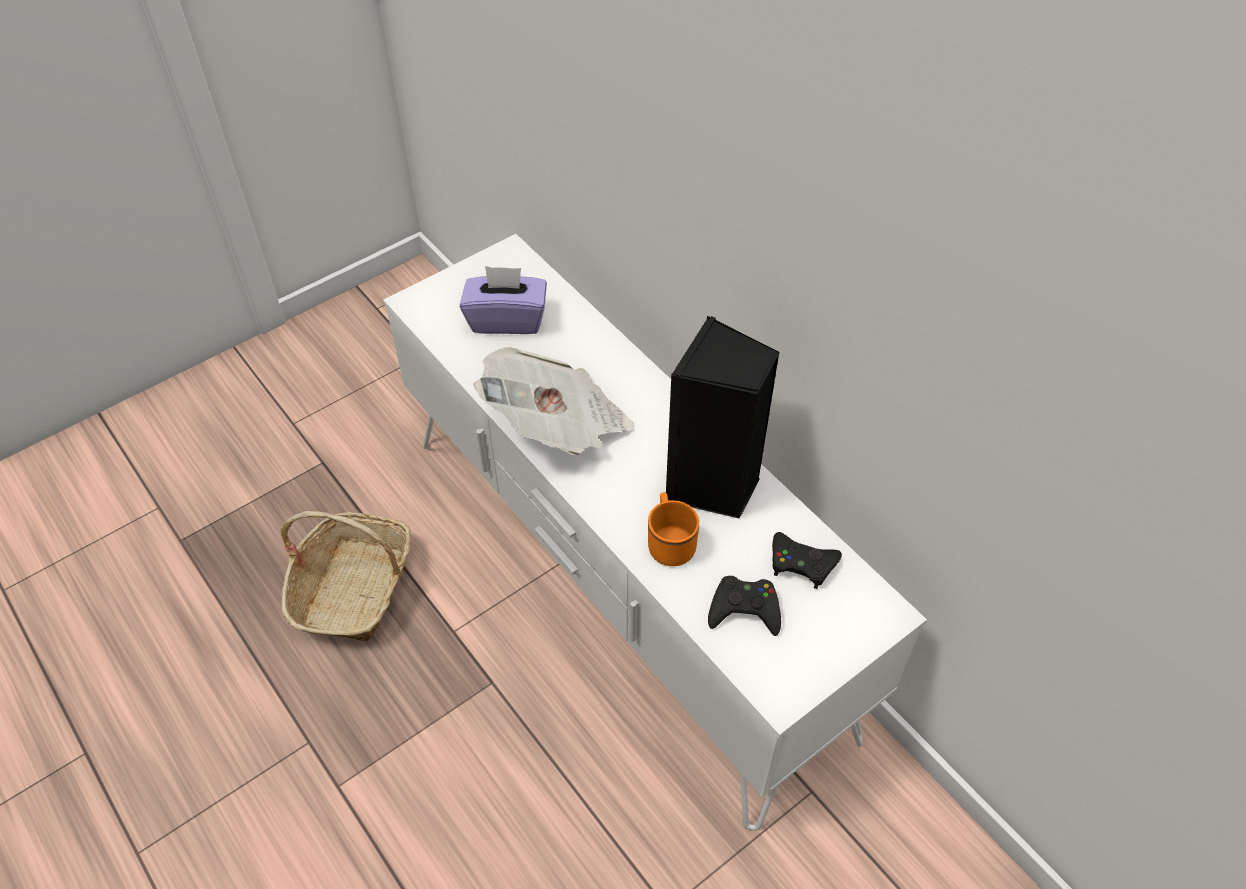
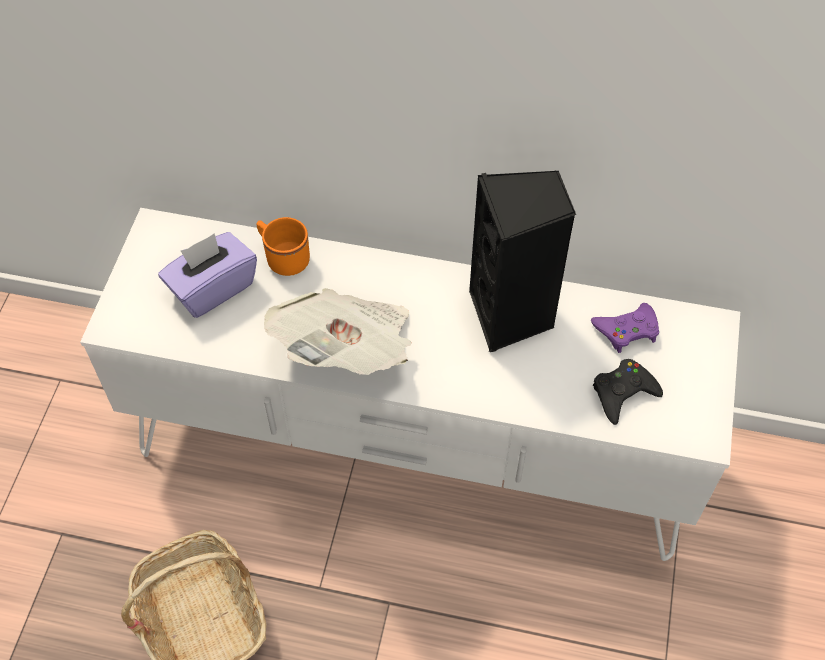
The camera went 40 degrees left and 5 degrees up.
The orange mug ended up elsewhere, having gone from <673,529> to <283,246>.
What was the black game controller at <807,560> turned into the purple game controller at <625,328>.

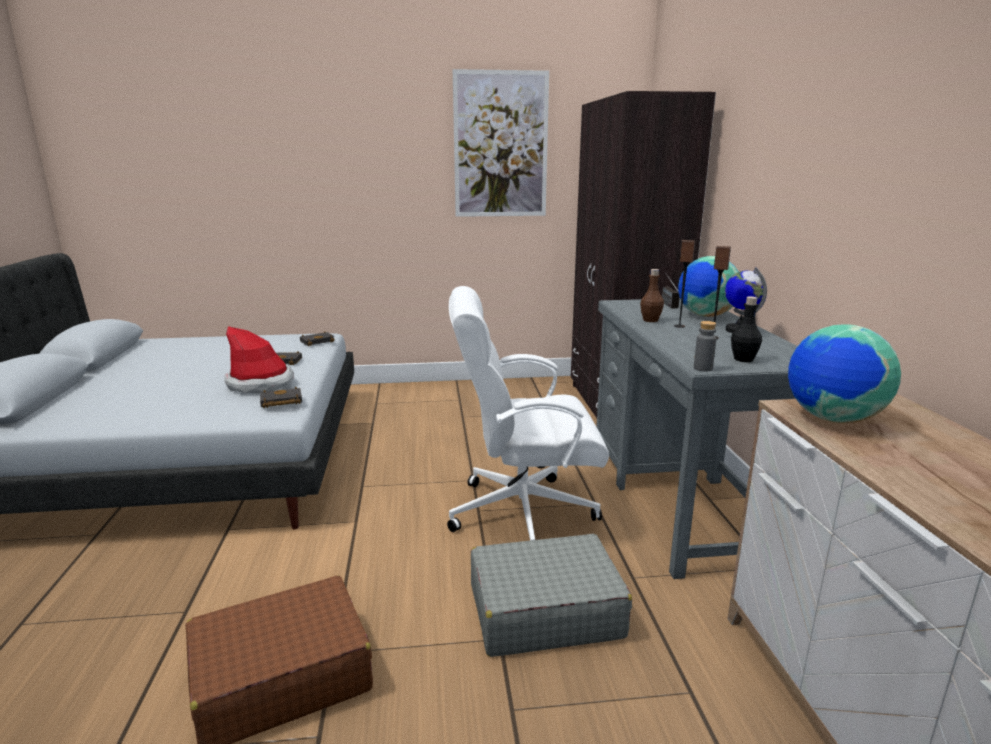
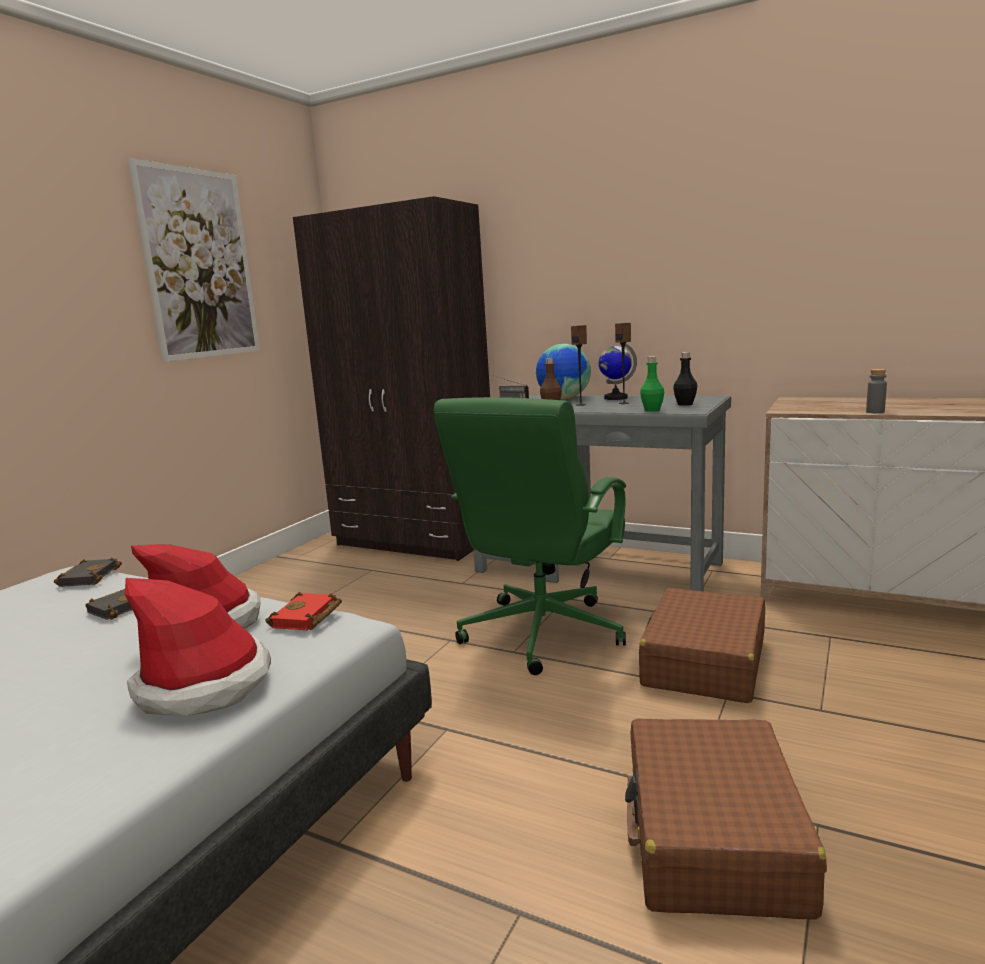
The camera went 55 degrees left and 5 degrees down.
The second view gained the hat at <198,647>.
What was the black book at <281,397> turned into the red book at <303,611>.
What was the white office chair at <528,413> turned into the green office chair at <530,536>.
What was the grey suitcase at <551,595> turned into the brown suitcase at <702,645>.
The second view gained the green bottle at <652,384>.
The grey bottle ended up elsewhere, having gone from <705,346> to <876,391>.
The second view lost the globe at <844,373>.

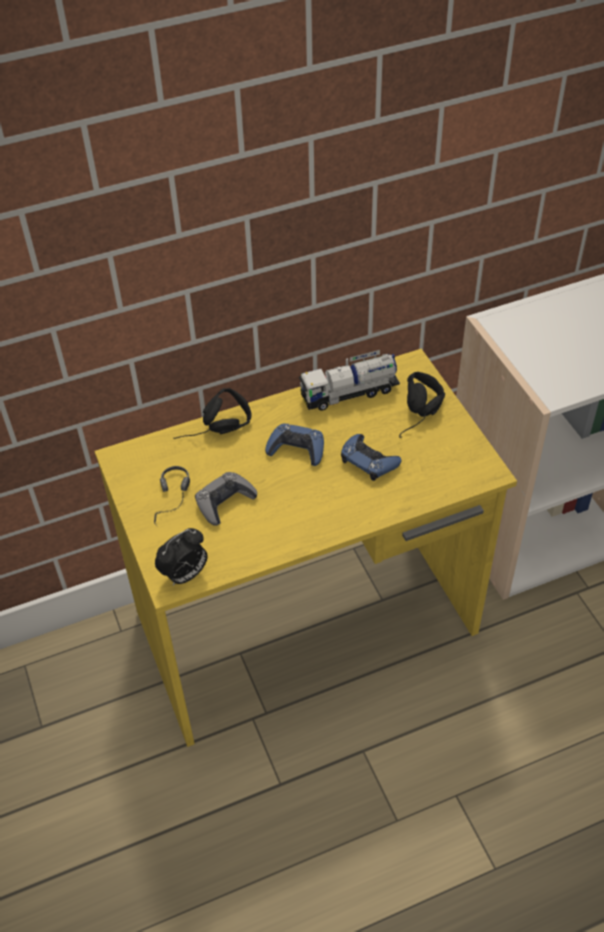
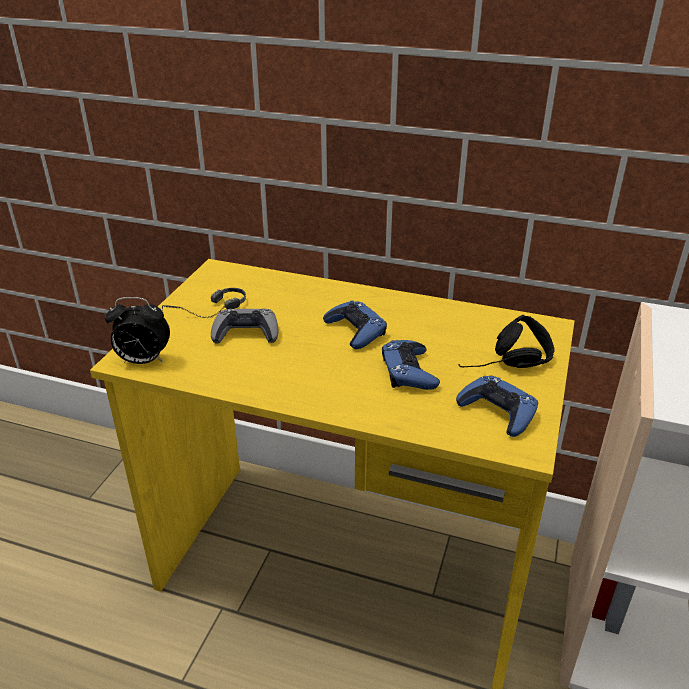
The camera went 40 degrees right and 15 degrees down.
The second view gained the blue game controller at <497,406>.
The second view lost the black headphones at <212,413>.
The second view lost the toy truck at <349,380>.

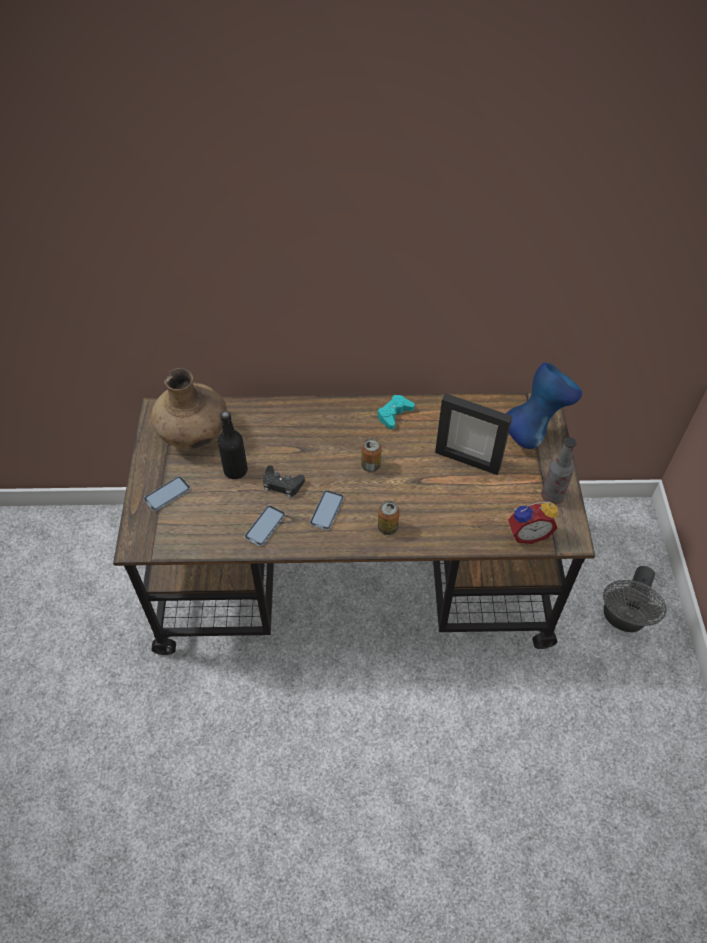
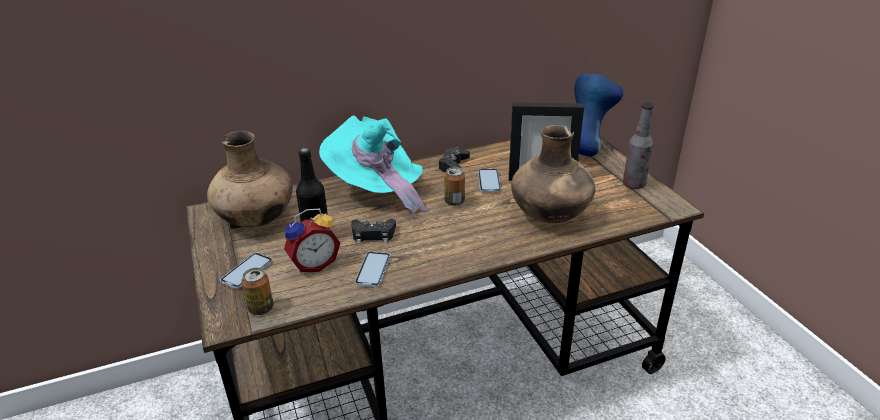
The camera went 20 degrees left and 20 degrees down.
The can ended up elsewhere, having gone from <389,518> to <257,291>.
The alarm clock ended up elsewhere, having gone from <533,523> to <312,240>.
The second view gained the turquoise hat at <373,167>.
What was the turquoise game controller at <396,412> turned into the black game controller at <454,159>.
The phone ended up elsewhere, having gone from <326,510> to <489,180>.
The second view gained the brown vase at <553,174>.
The second view lost the grey fan at <635,599>.

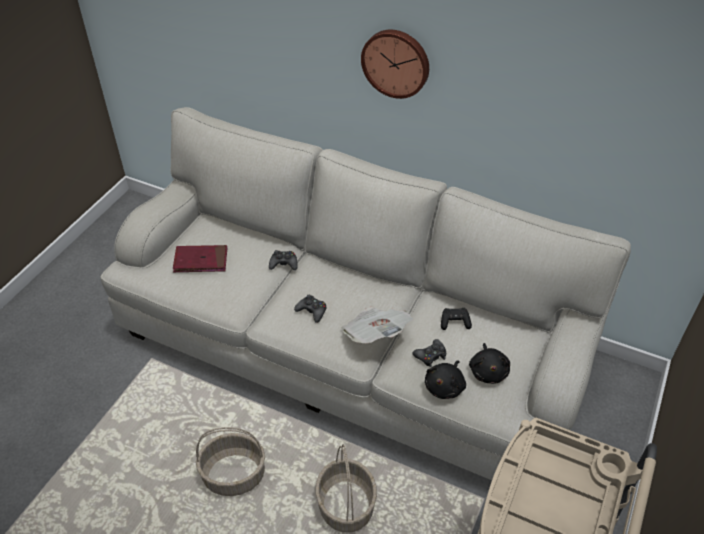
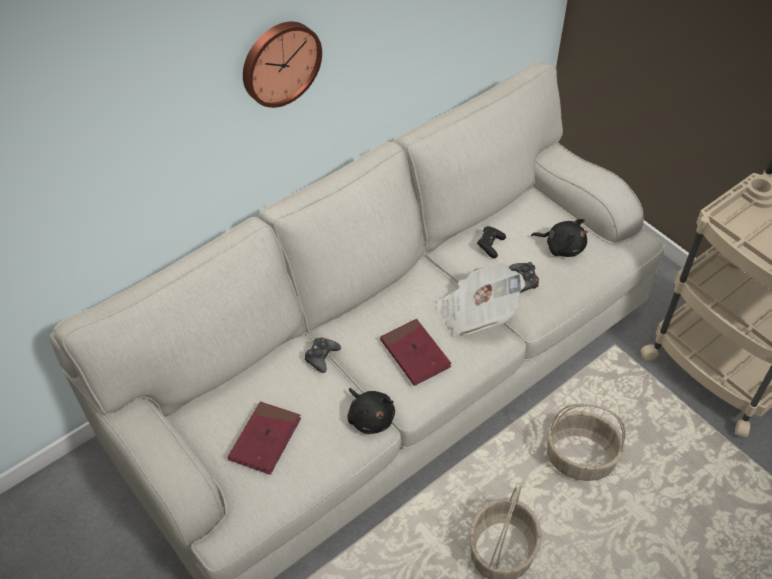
The camera went 65 degrees left and 5 degrees up.
The black plush toy ended up elsewhere, having gone from <445,379> to <371,411>.
Where the black game controller stood at <310,309>, the red book came to stand at <415,352>.

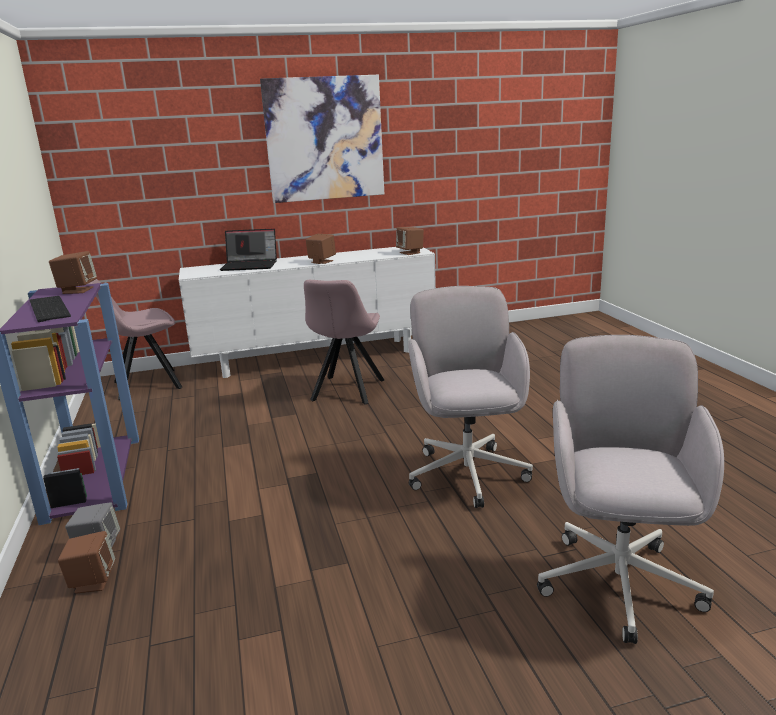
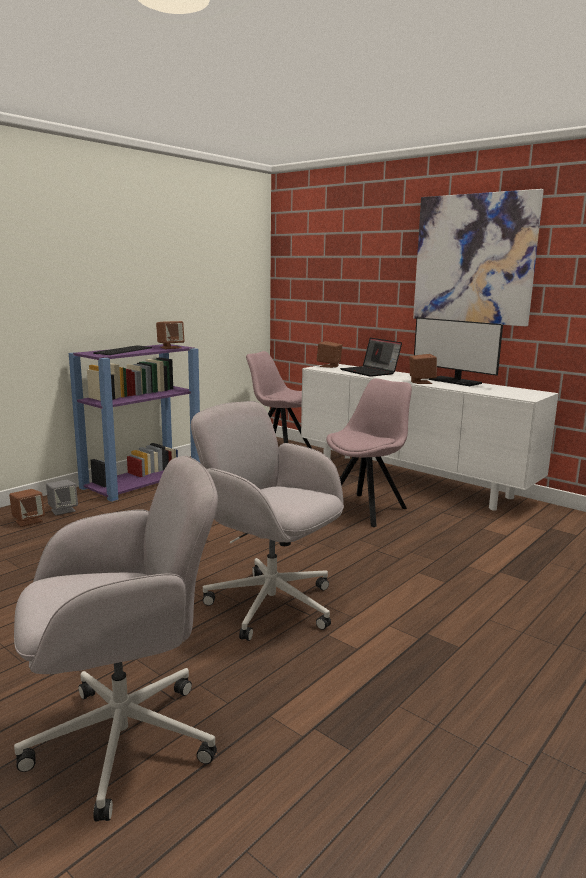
The camera went 55 degrees right and 5 degrees down.
The grey office chair at <470,397> ended up facing another way, 105 degrees counterclockwise from before.
The brown speaker ended up elsewhere, having gone from <410,241> to <329,354>.
The pink chair at <344,342> ended up facing another way, 150 degrees clockwise from before.
The second view gained the monitor at <458,351>.

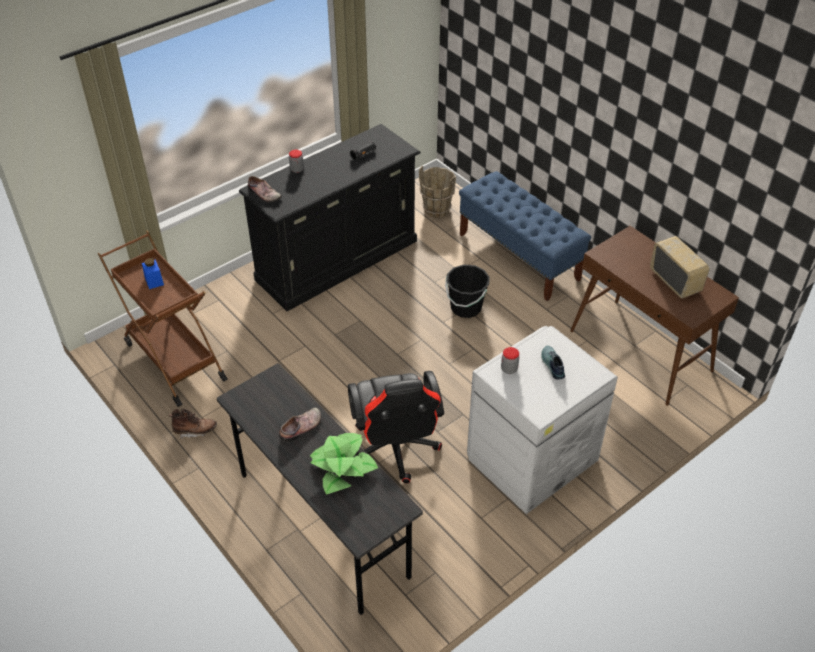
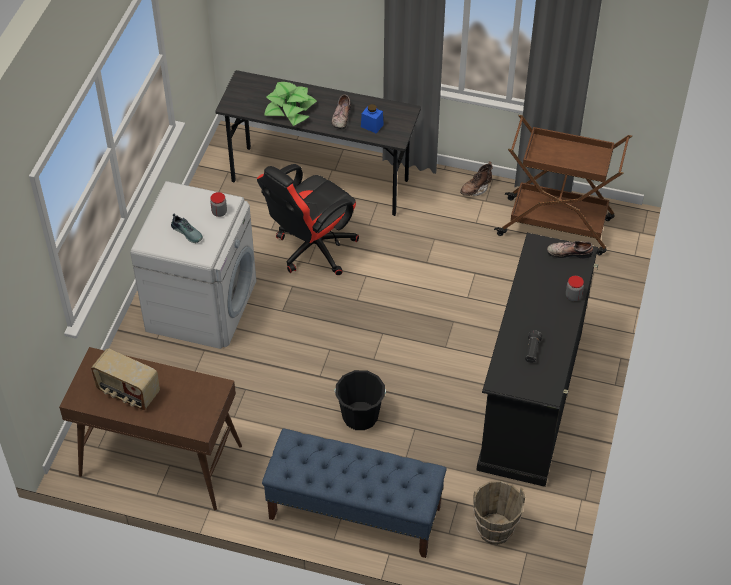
The camera went 145 degrees right and 5 degrees up.
The black office chair at <396,427> ended up facing another way, 90 degrees counterclockwise from before.
The blue jar ended up elsewhere, having gone from <153,273> to <372,118>.

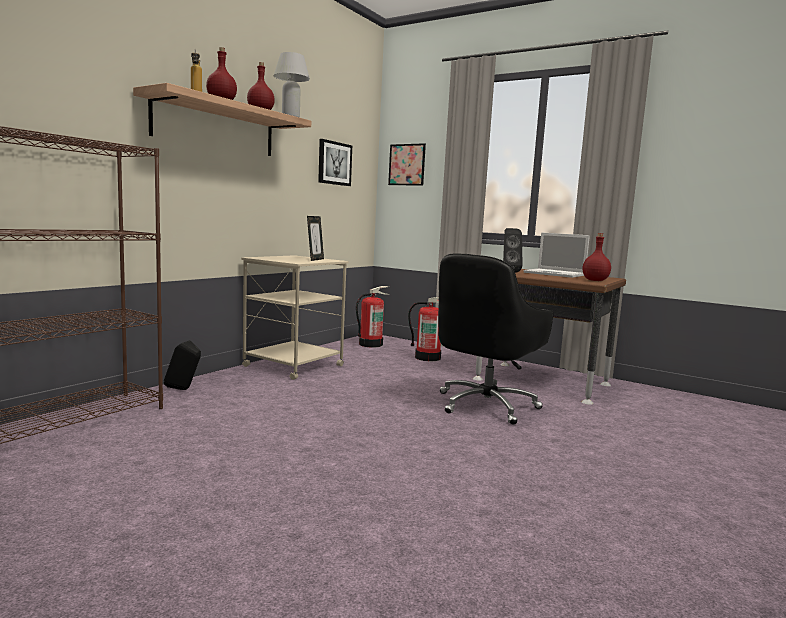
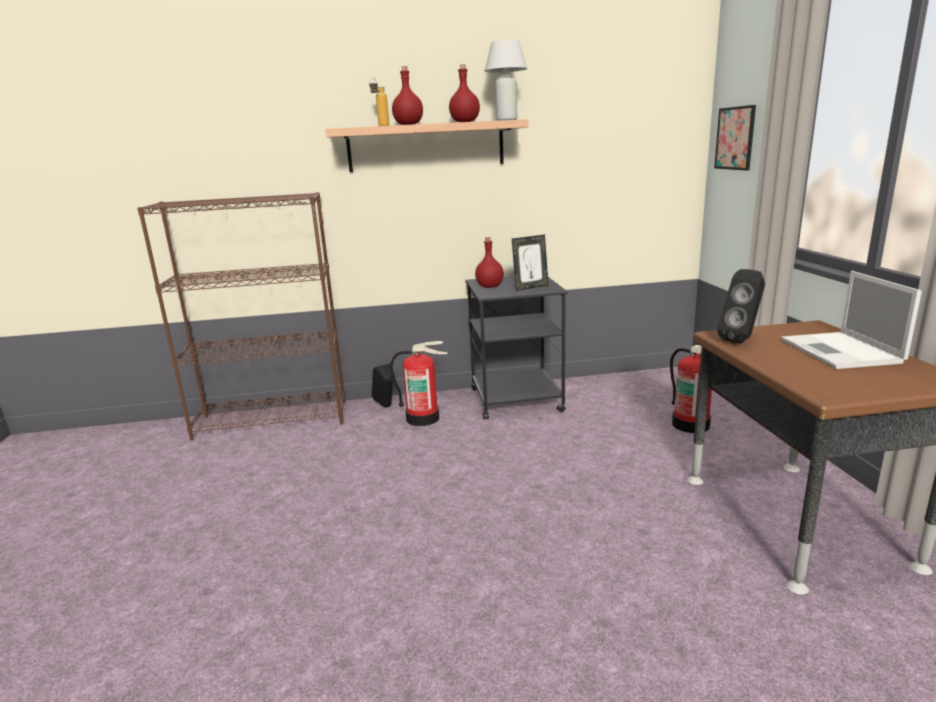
The camera went 50 degrees right and 10 degrees up.
The fire extinguisher ended up elsewhere, having gone from <372,317> to <419,383>.
What was the beige cart at <295,317> turned into the black cart at <517,347>.
The red bottle ended up elsewhere, having gone from <596,257> to <489,262>.
The second view lost the picture at <335,162>.
The second view lost the black office chair at <495,339>.

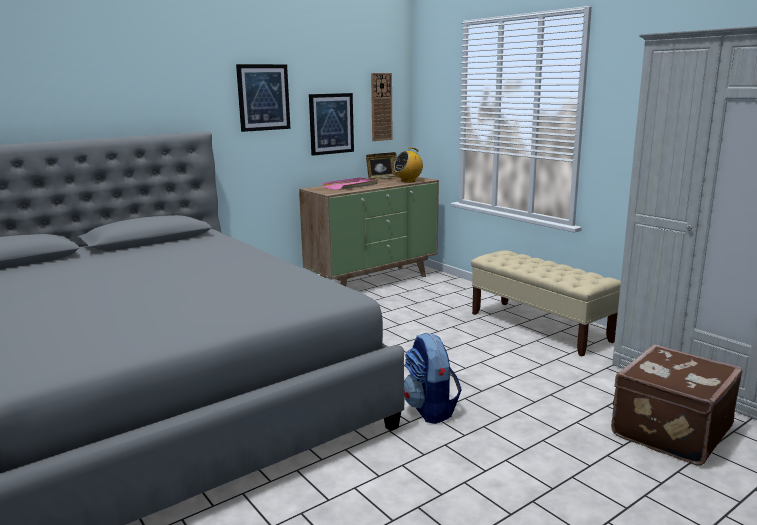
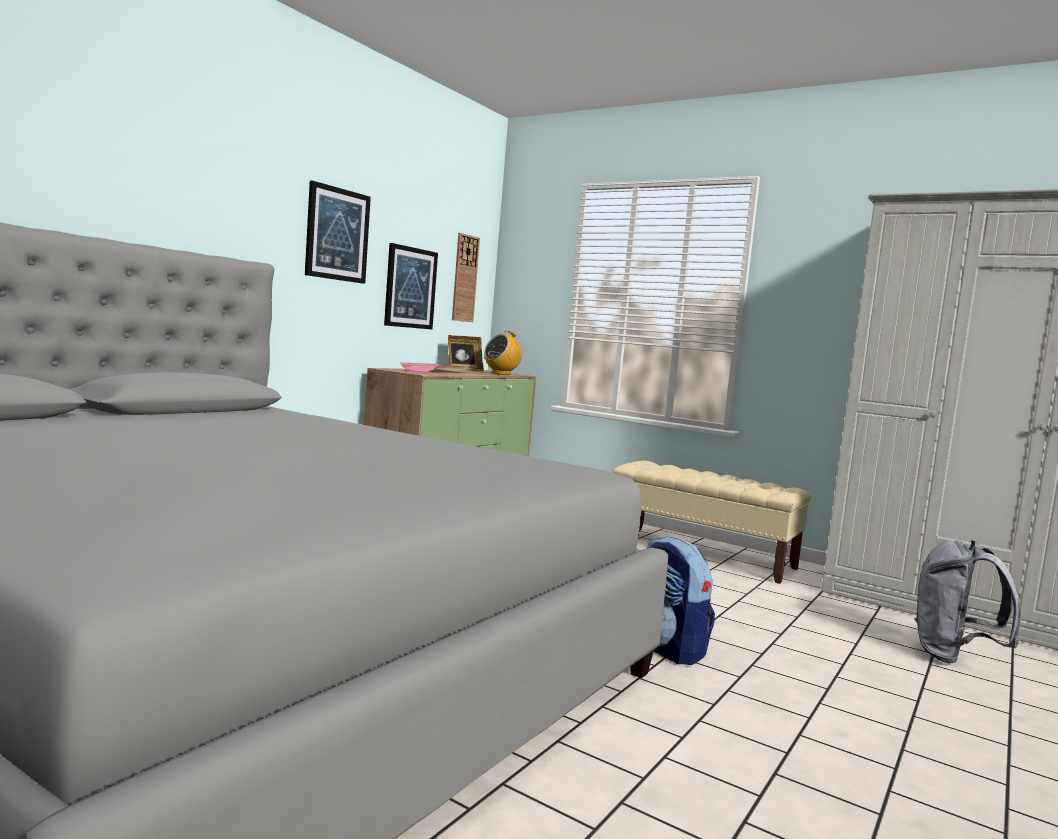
The camera went 20 degrees left and 10 degrees down.
Where the brown suitcase stood at <677,405>, the grey backpack came to stand at <968,602>.

